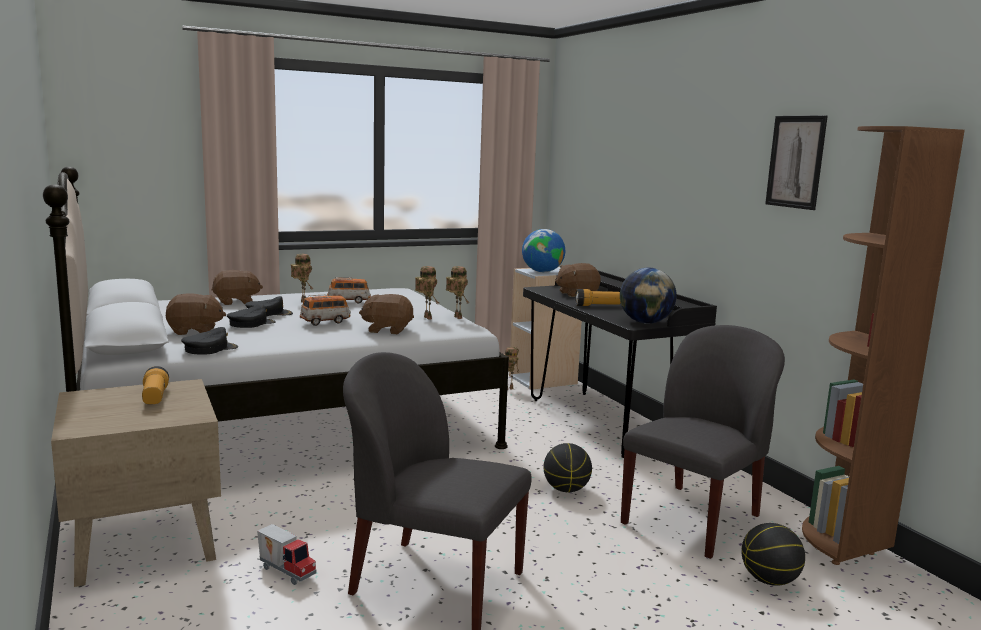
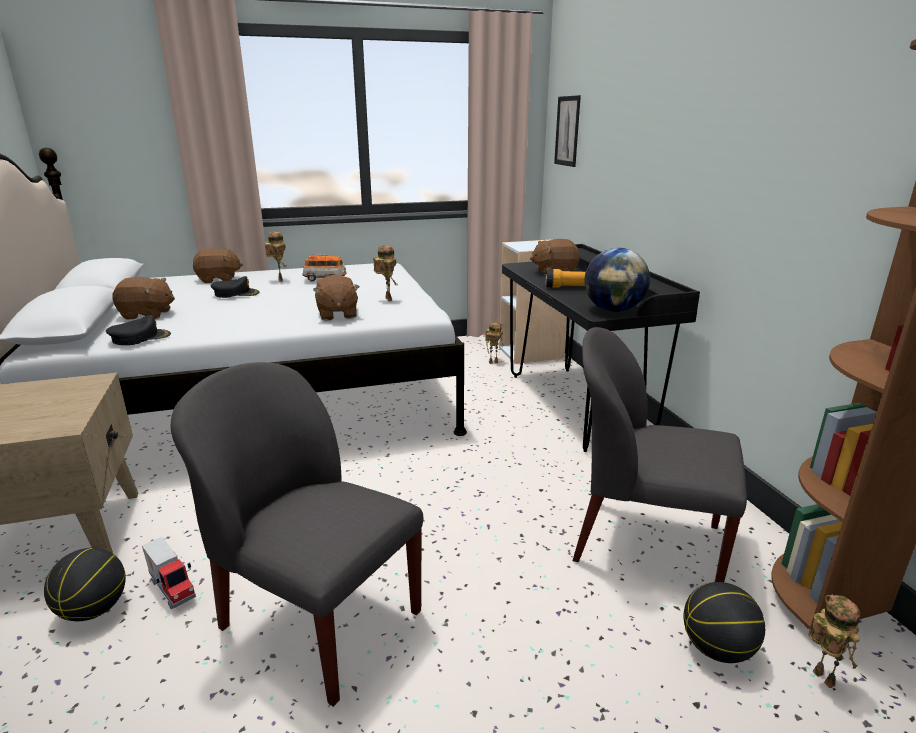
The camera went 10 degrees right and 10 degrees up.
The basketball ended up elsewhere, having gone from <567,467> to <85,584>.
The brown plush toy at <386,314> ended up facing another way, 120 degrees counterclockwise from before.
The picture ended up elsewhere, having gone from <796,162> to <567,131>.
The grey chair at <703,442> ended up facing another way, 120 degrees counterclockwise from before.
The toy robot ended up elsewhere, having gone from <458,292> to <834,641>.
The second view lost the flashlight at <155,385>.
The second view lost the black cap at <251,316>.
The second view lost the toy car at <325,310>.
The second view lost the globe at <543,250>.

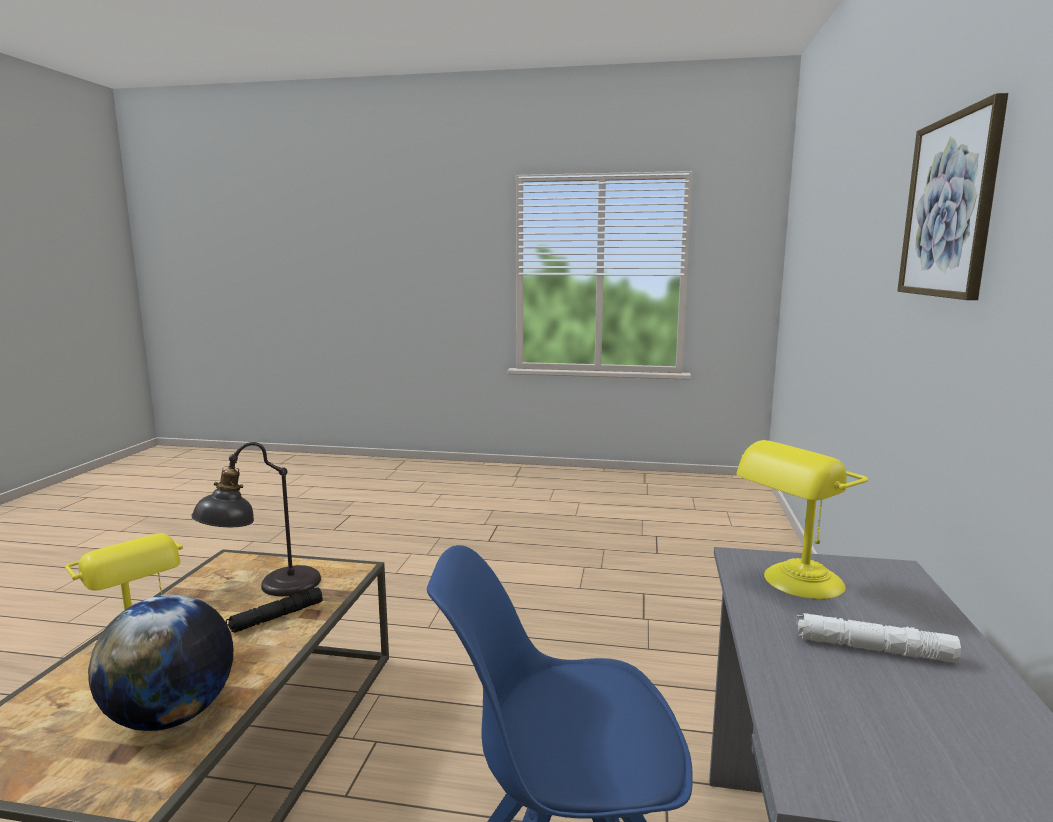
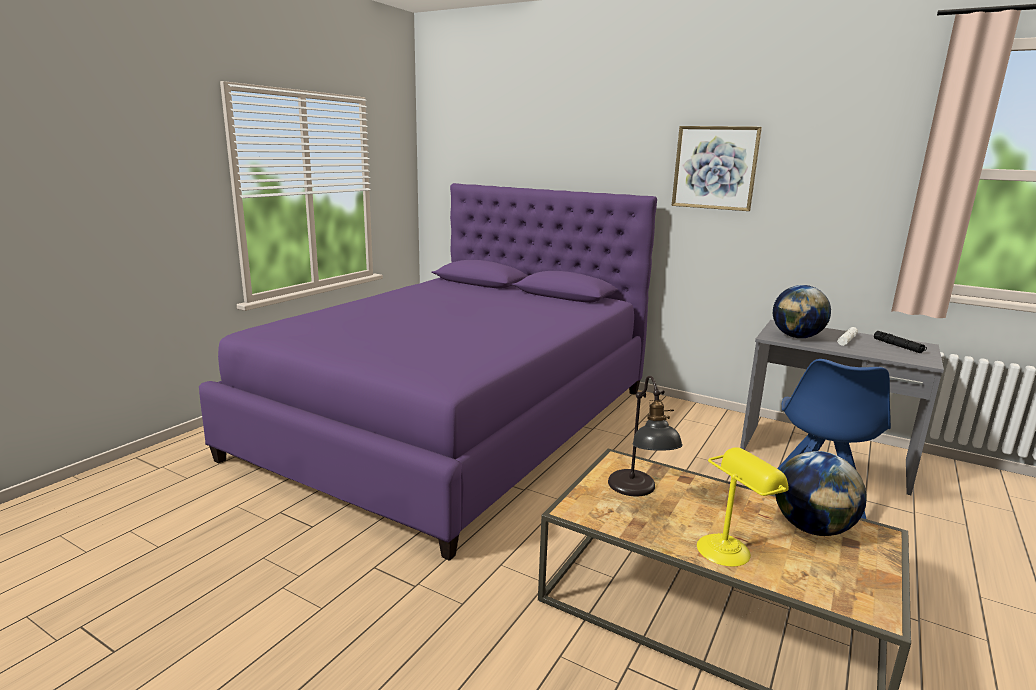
The camera went 70 degrees left and 5 degrees up.
The second view gained the purple bed at <428,372>.
Where the yellow table lamp stood at <802,519>, the globe came to stand at <802,311>.
The black flashlight ended up elsewhere, having gone from <274,610> to <900,342>.

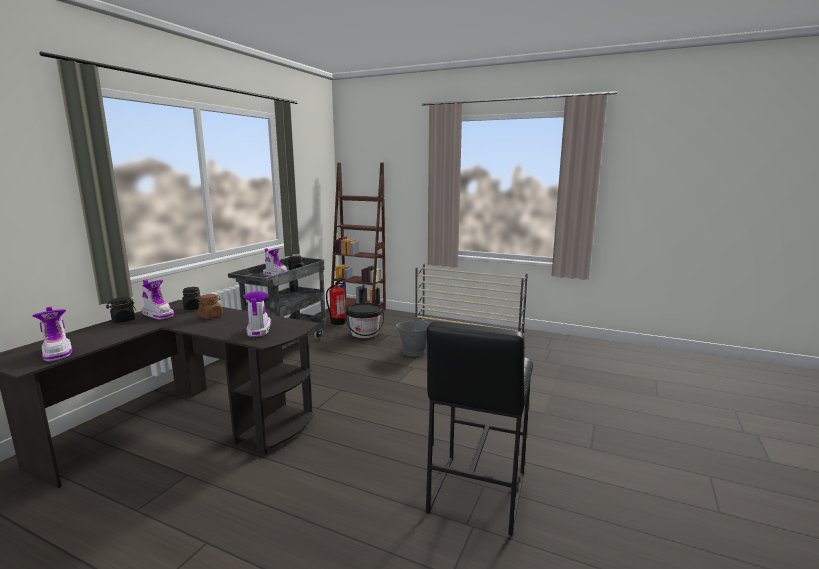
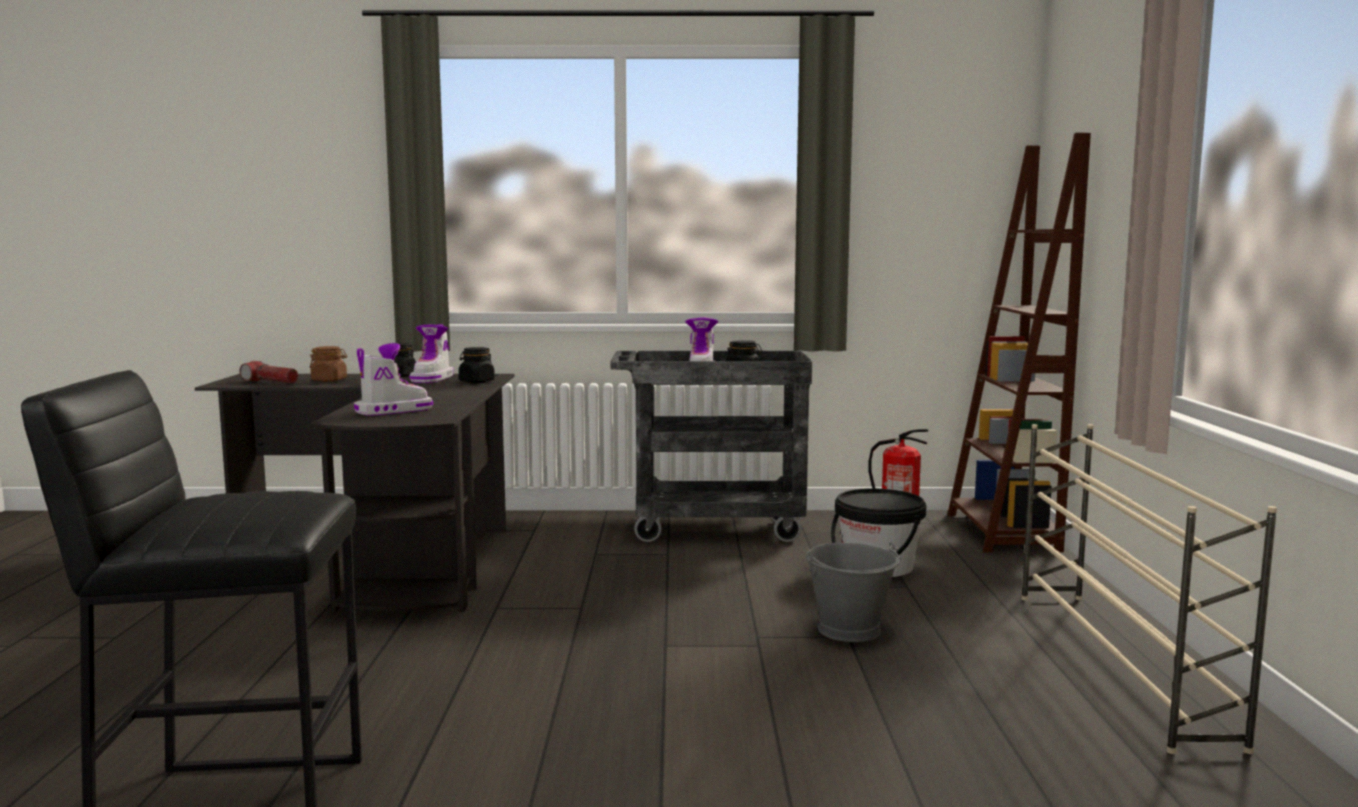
The camera went 65 degrees right and 5 degrees down.
Where the boot stood at <52,334>, the flashlight came to stand at <269,372>.
The brown jar ended up elsewhere, having gone from <210,306> to <328,364>.

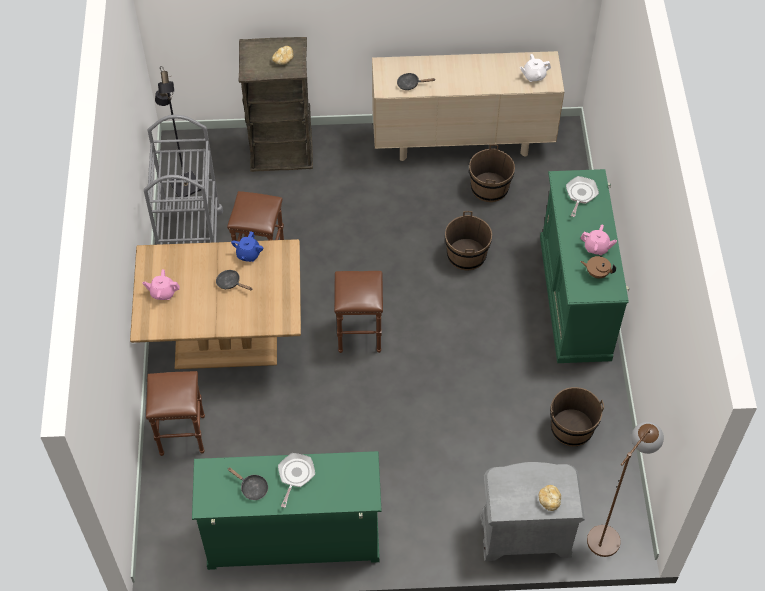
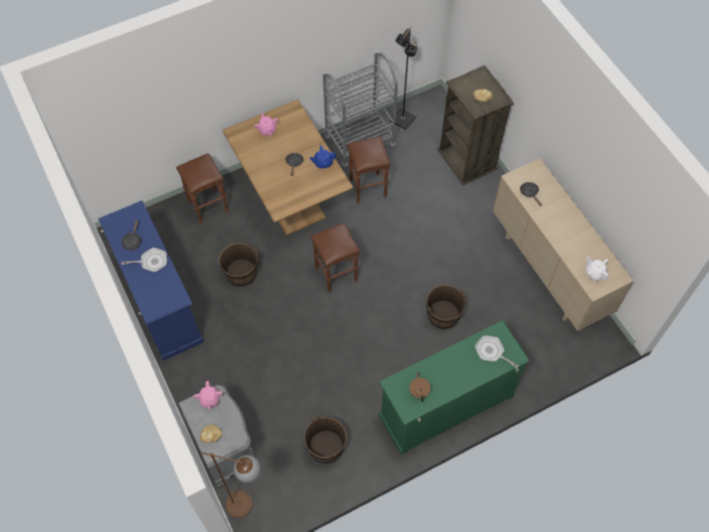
The camera went 65 degrees right and 5 degrees up.
What was the green cabinet at <287,510> turned into the blue cabinet at <151,281>.
The pink teapot ended up elsewhere, having gone from <598,240> to <208,395>.
The brown bucket ended up elsewhere, having gone from <492,173> to <238,265>.
The frying pan at <582,196> ended up facing another way, 135 degrees counterclockwise from before.

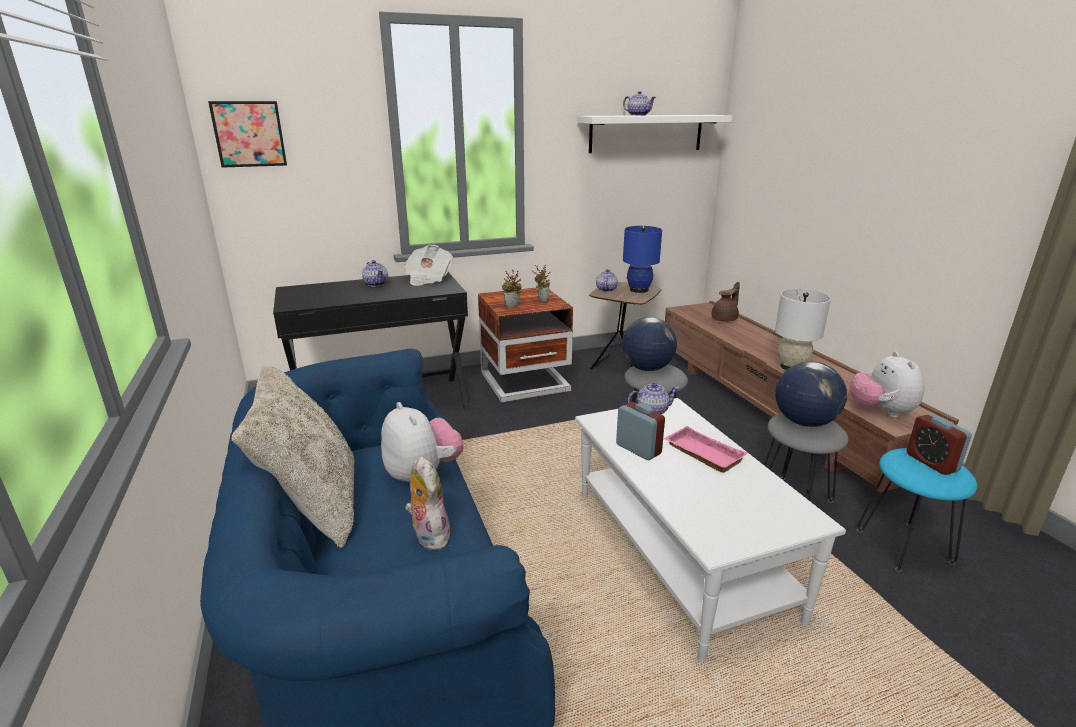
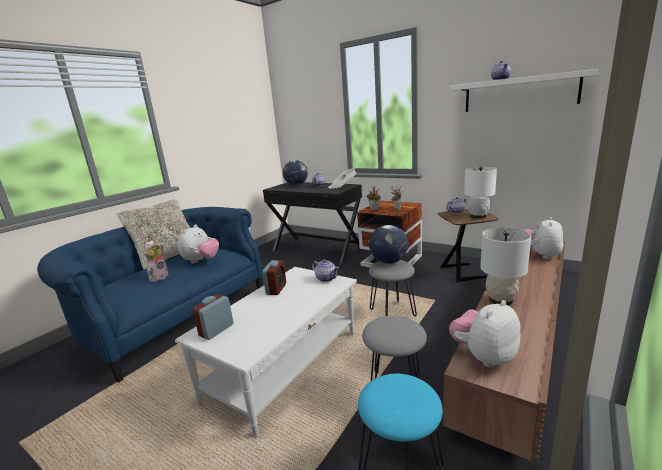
The camera went 55 degrees right and 5 degrees down.
The alarm clock ended up elsewhere, having gone from <939,444> to <213,317>.
The globe ended up elsewhere, having gone from <811,394> to <295,172>.
What was the blue table lamp at <642,259> turned into the white table lamp at <480,192>.
Where the brown teapot stood at <725,302>, the plush toy came to stand at <543,238>.
The second view lost the picture at <247,134>.
The second view lost the pink tray at <705,449>.

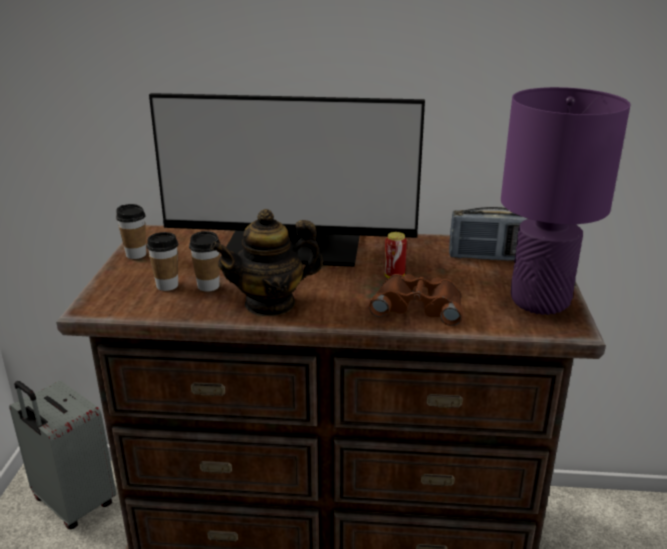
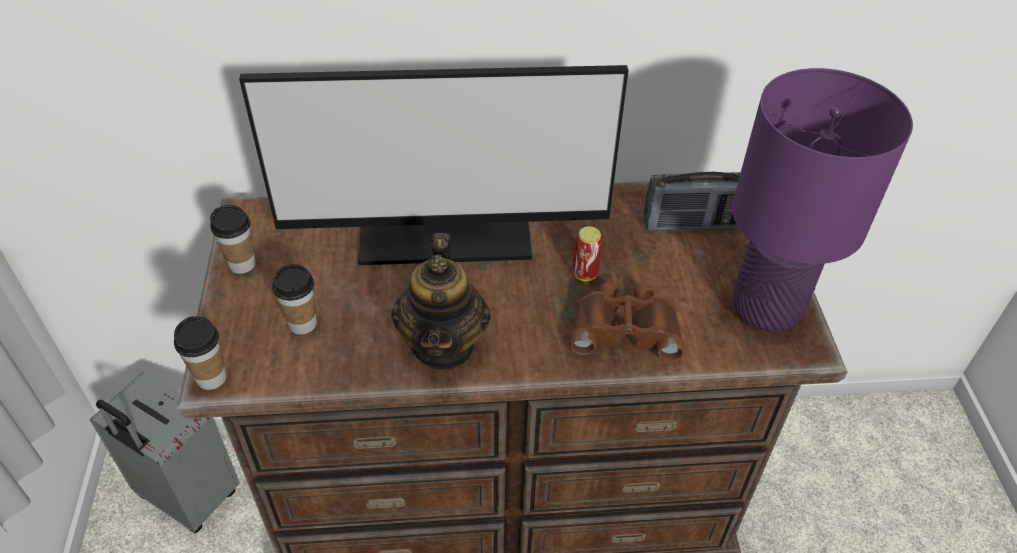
The camera went 10 degrees left and 20 degrees up.
The cup ended up elsewhere, having gone from <204,261> to <200,353>.
The teapot at <266,262> ended up facing another way, 60 degrees counterclockwise from before.

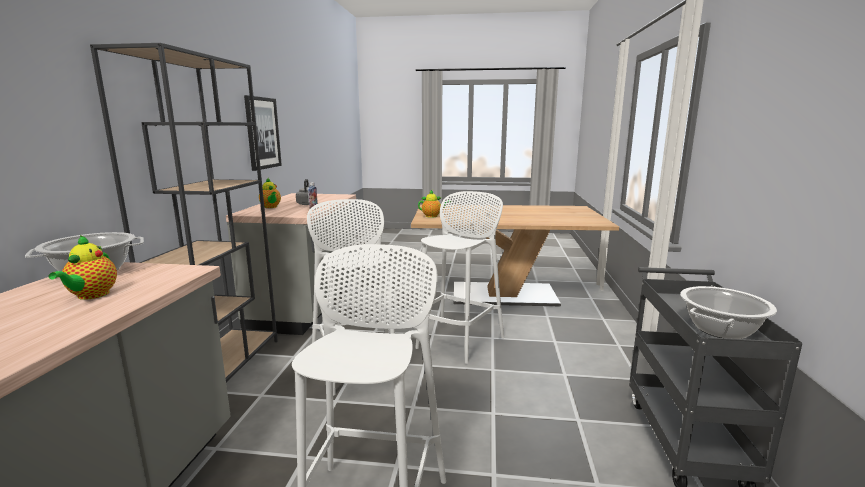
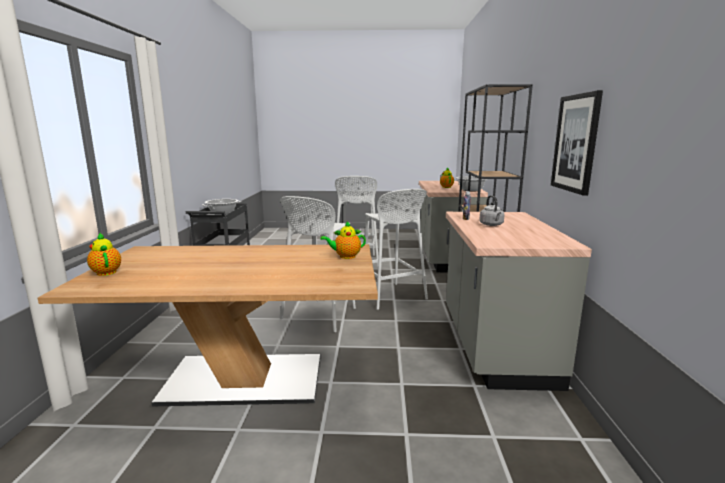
The camera went 175 degrees right and 0 degrees up.
The teapot ended up elsewhere, having gone from <270,193> to <104,254>.

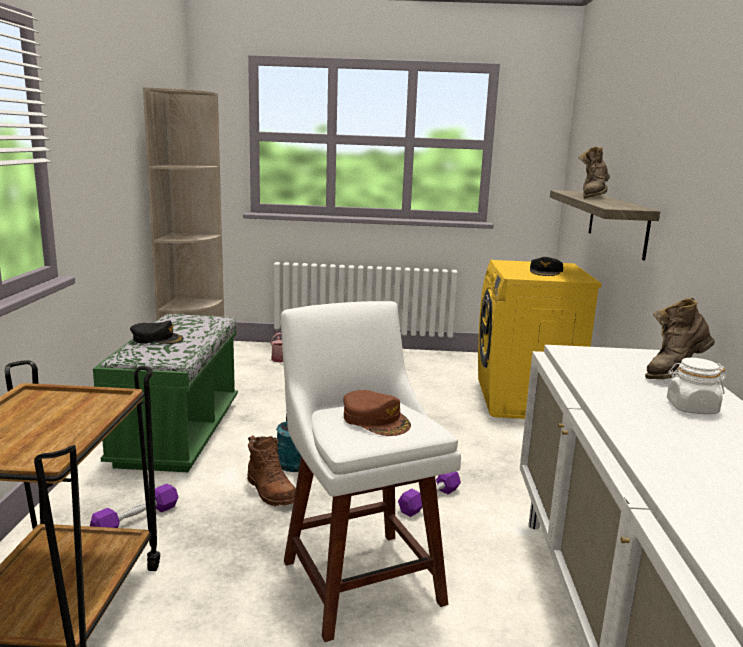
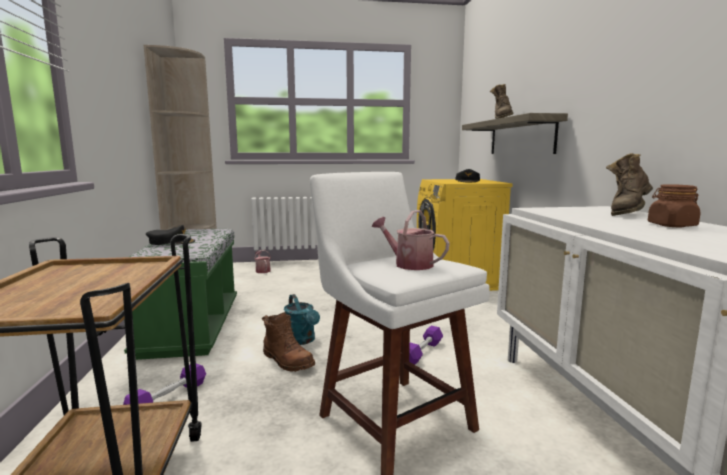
The camera went 10 degrees left and 5 degrees down.
Where the brown cap stood at <377,413>, the watering can came to stand at <411,240>.
What was the white jar at <696,386> turned into the brown jar at <674,205>.

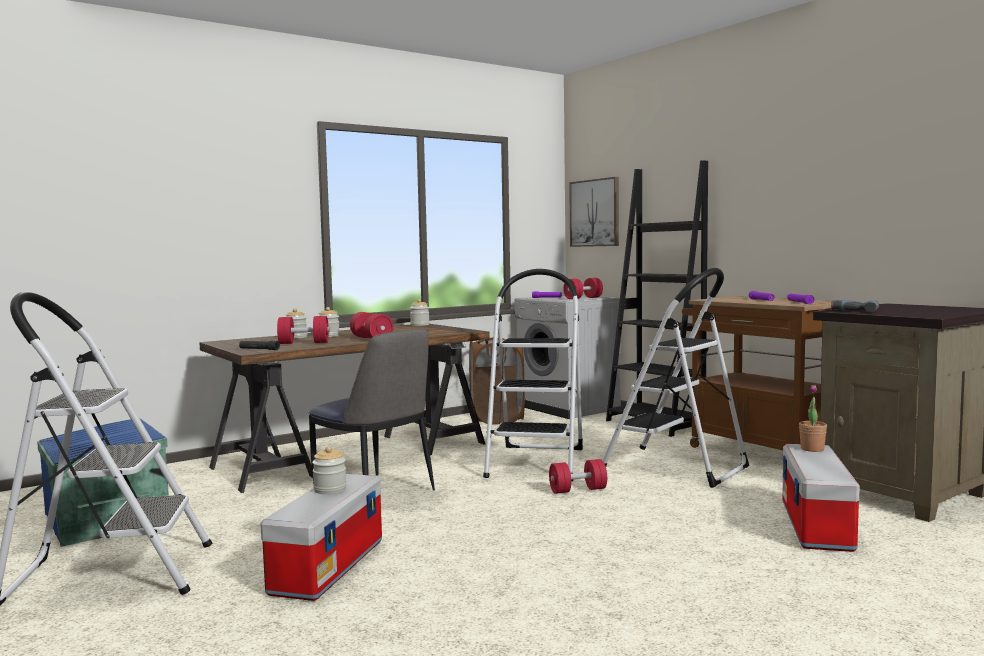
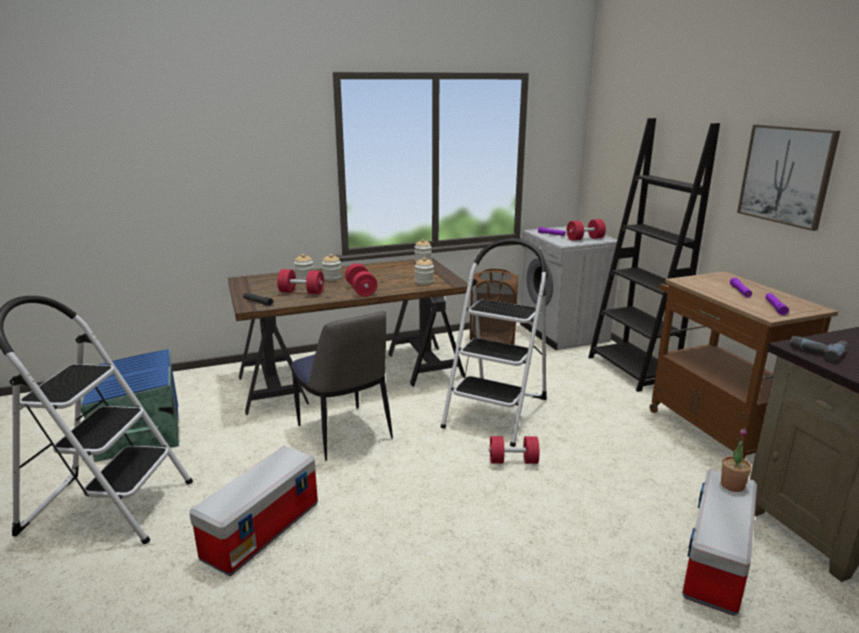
The camera went 15 degrees right and 15 degrees up.
The jar ended up elsewhere, having gone from <329,470> to <424,271>.
The picture ended up elsewhere, having gone from <594,212> to <788,178>.
The second view lost the step ladder at <676,378>.

